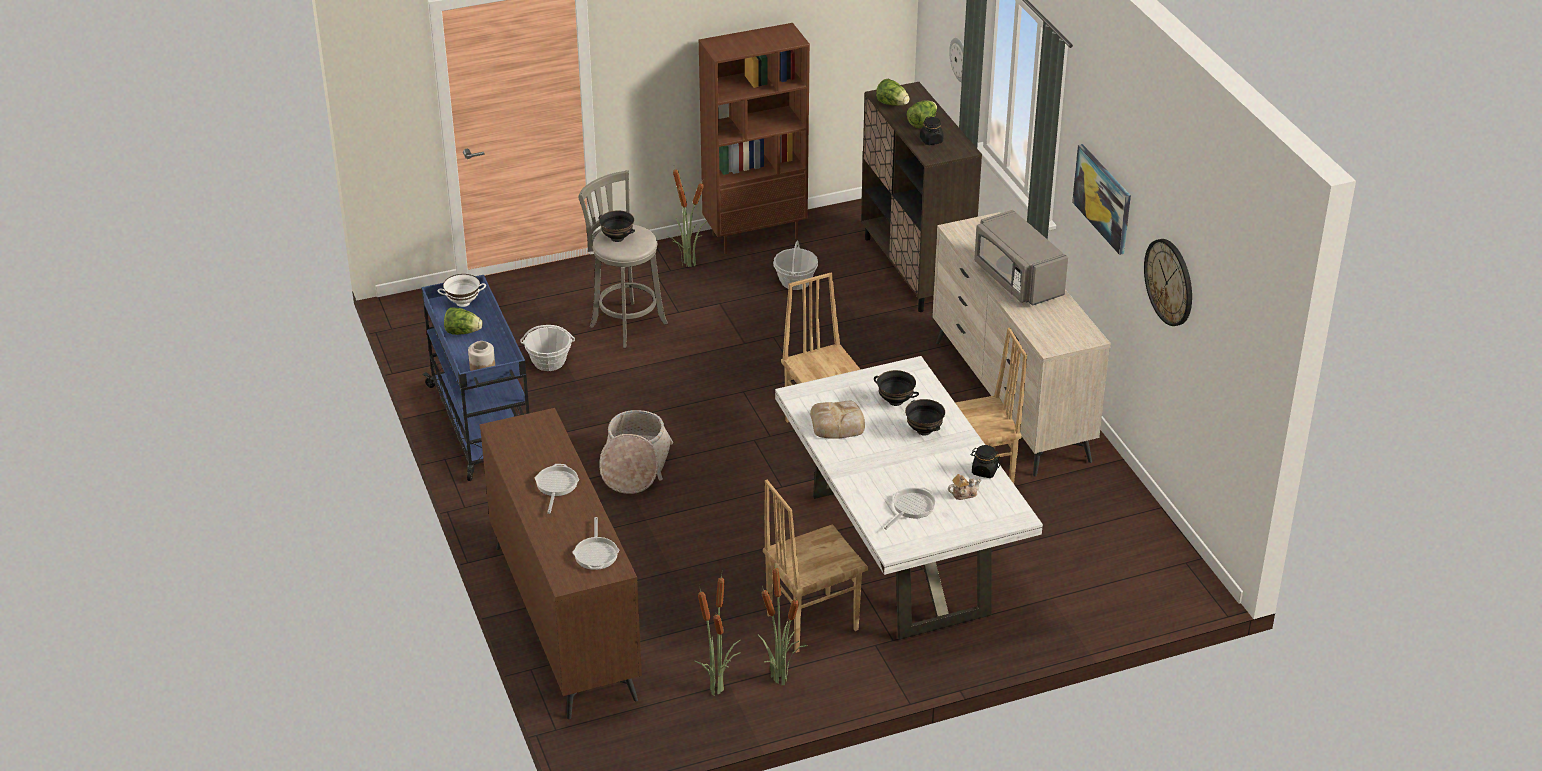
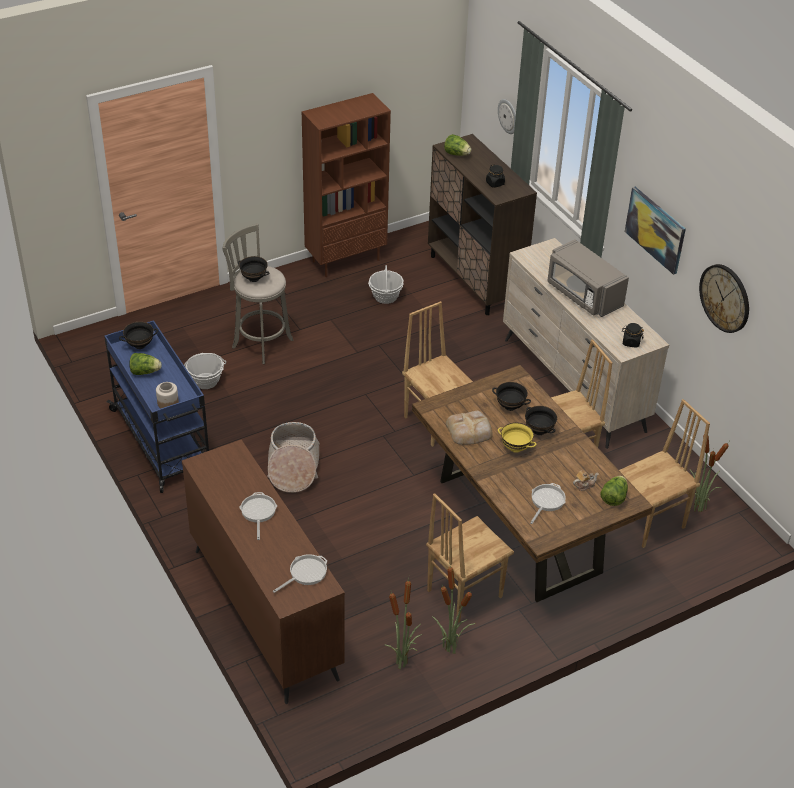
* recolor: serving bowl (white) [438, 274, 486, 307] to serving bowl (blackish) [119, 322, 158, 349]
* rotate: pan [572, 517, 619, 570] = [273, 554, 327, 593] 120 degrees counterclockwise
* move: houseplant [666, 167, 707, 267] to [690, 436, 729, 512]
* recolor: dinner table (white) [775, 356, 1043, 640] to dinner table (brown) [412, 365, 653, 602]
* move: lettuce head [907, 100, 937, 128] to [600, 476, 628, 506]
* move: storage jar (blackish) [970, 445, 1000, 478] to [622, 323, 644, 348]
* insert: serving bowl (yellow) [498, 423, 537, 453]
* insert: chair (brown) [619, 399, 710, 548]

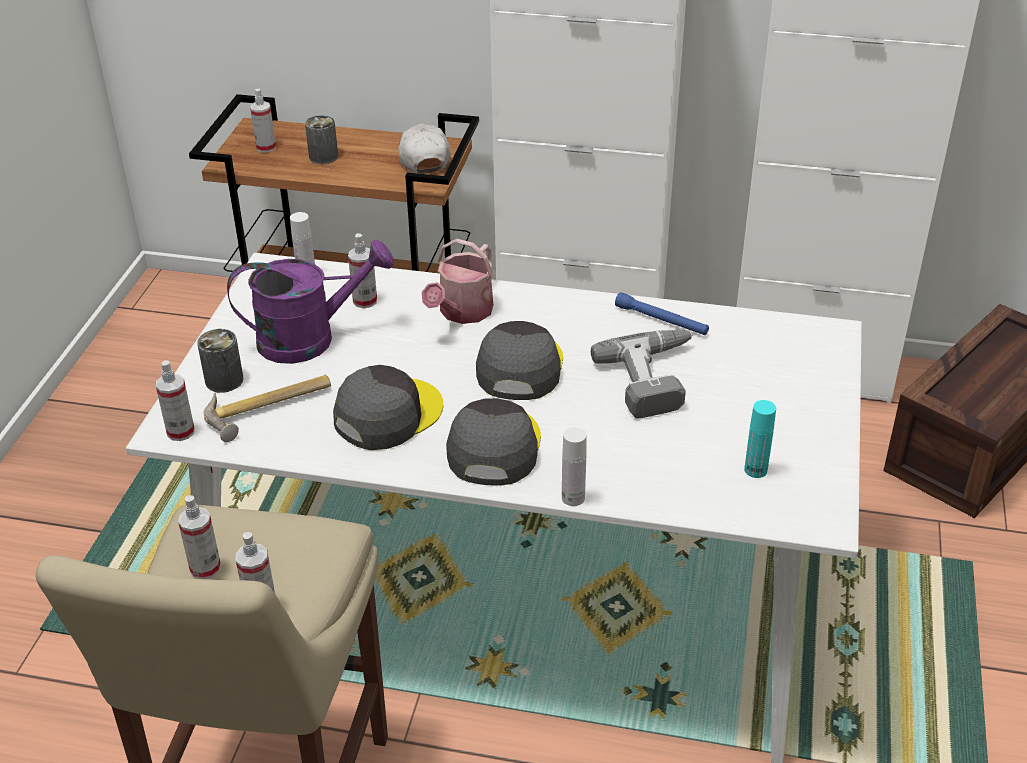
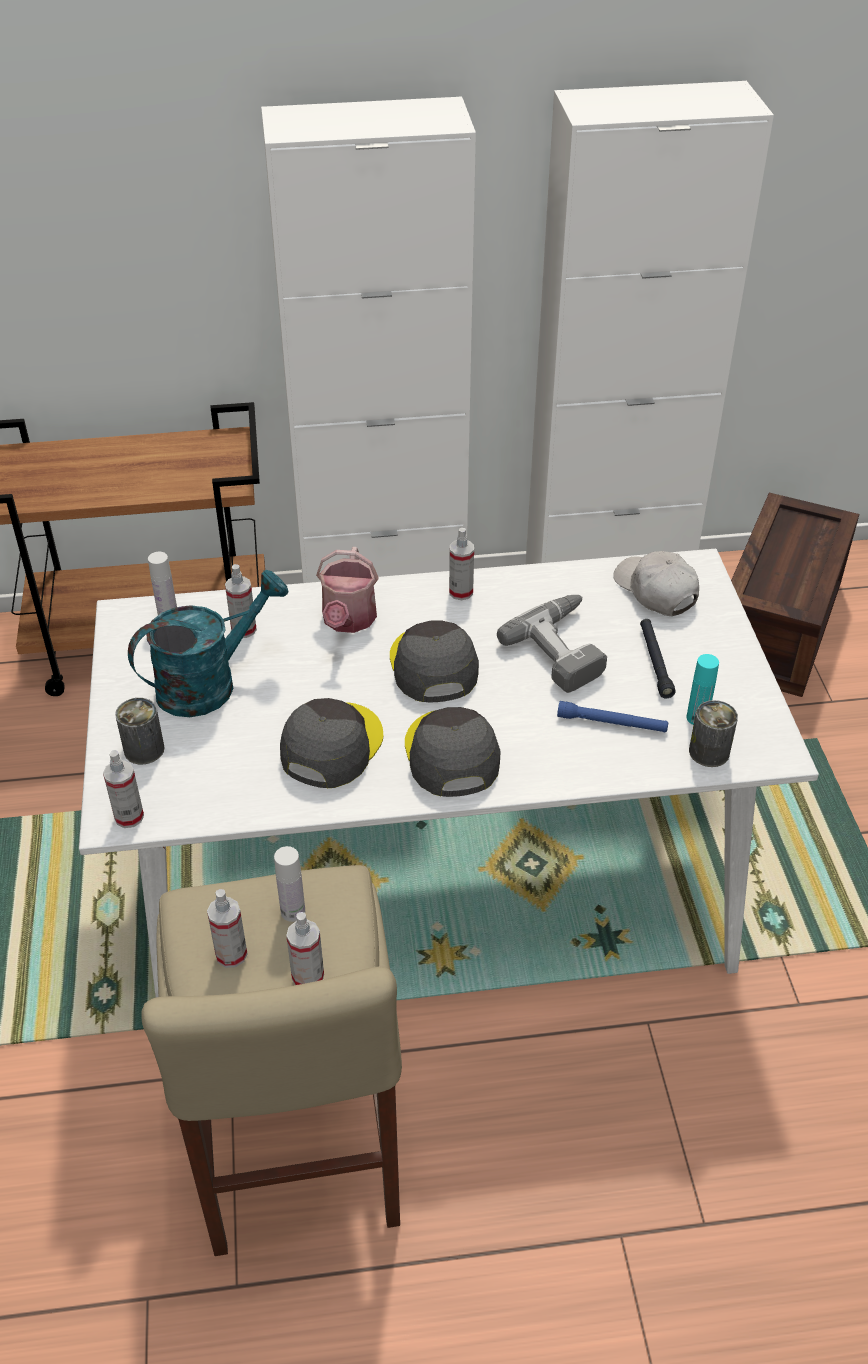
* delete: hand hammer [203, 374, 331, 442]
* recolor: watering can (purple) [227, 240, 394, 364] to watering can (turquoise) [128, 570, 289, 717]
* move: hand sprayer [250, 89, 276, 153] to [449, 528, 474, 600]
* move: metal can [305, 115, 338, 164] to [689, 700, 738, 767]
* move: cap (white) [398, 124, 451, 174] to [613, 551, 699, 616]
* move: drink bottle (white) [562, 427, 586, 506] to [274, 846, 305, 922]
* move: flashlight (blue) [615, 292, 709, 335] to [557, 701, 668, 732]
* insert: flashlight (blackish) [640, 619, 676, 698]

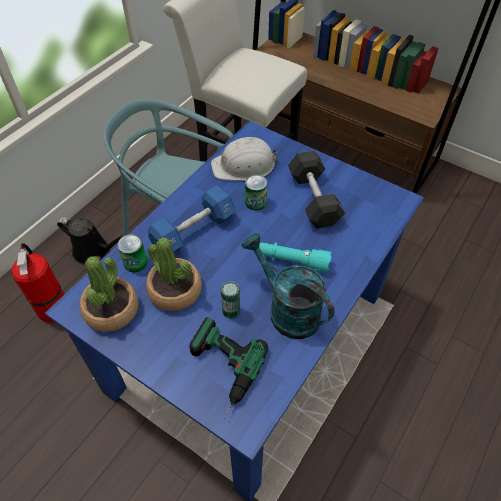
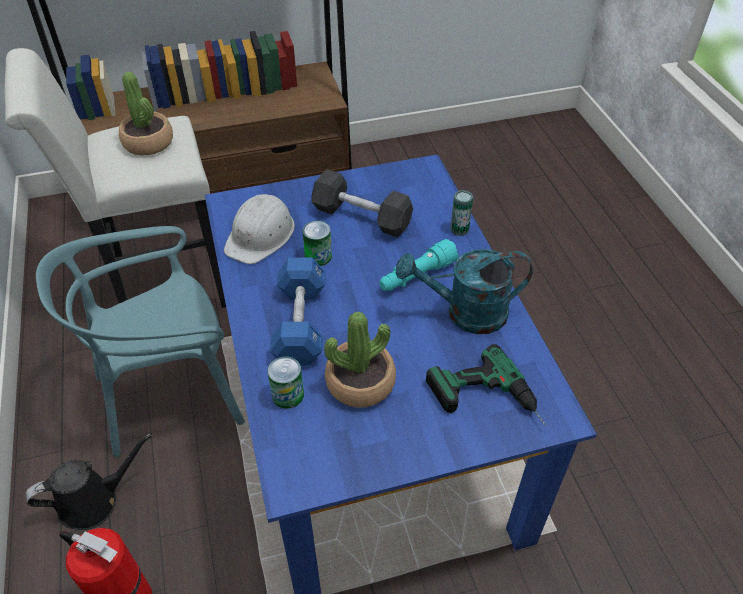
* move: houseplant [80, 256, 139, 332] to [119, 72, 173, 155]
* move: metal can [221, 281, 240, 319] to [450, 190, 473, 236]

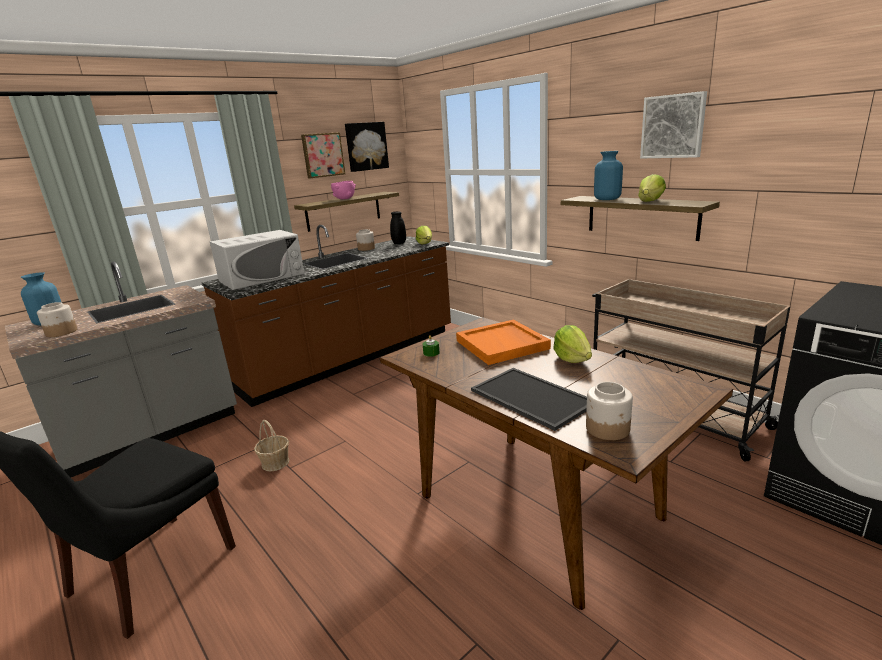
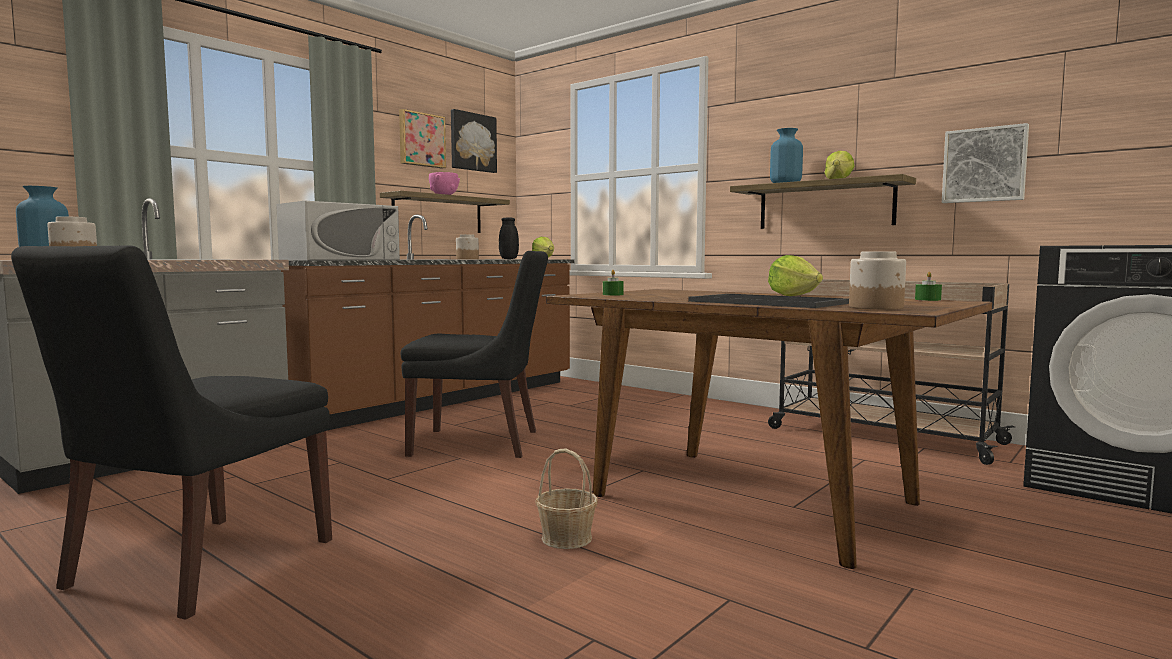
* move: storage basket [254, 420, 289, 471] to [535, 449, 598, 549]
* delete: carrying tray (orange) [456, 320, 551, 365]
* move: wall art [640, 91, 707, 158] to [942, 123, 1029, 203]
* insert: chair (blackish) [401, 251, 548, 458]
* insert: wax light (greenish) [915, 272, 942, 301]

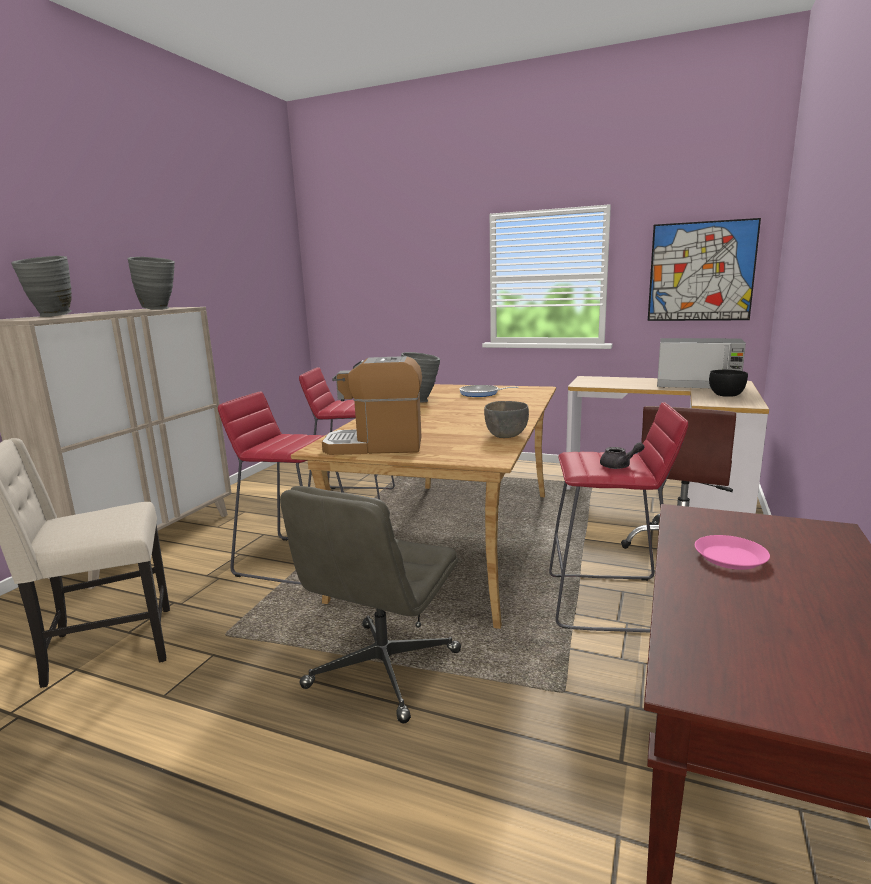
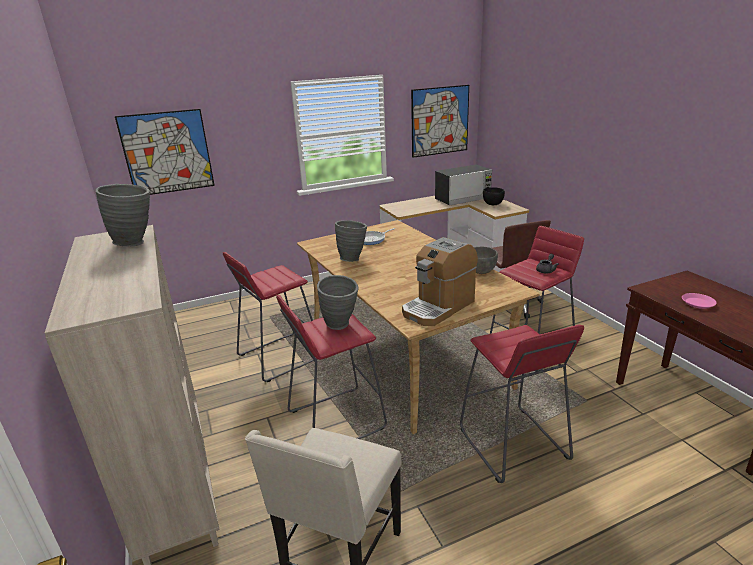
* move: vase (gray) [11, 256, 72, 317] to [317, 275, 359, 330]
* replace: desk chair (gray) [280, 486, 461, 723] to sitting stool (reddish) [460, 325, 584, 483]
* insert: wall art [115, 109, 215, 195]

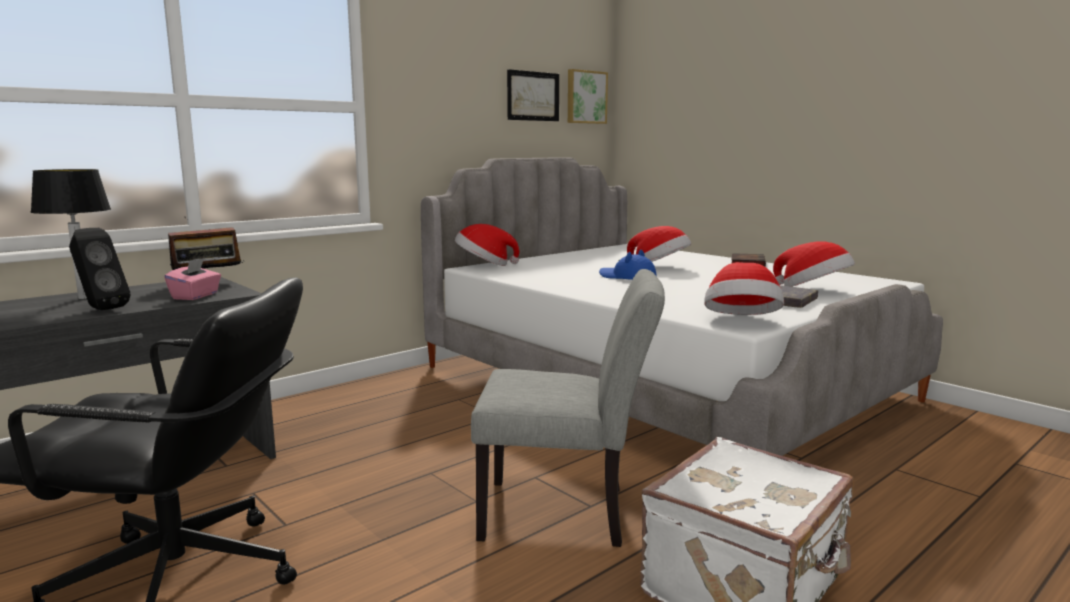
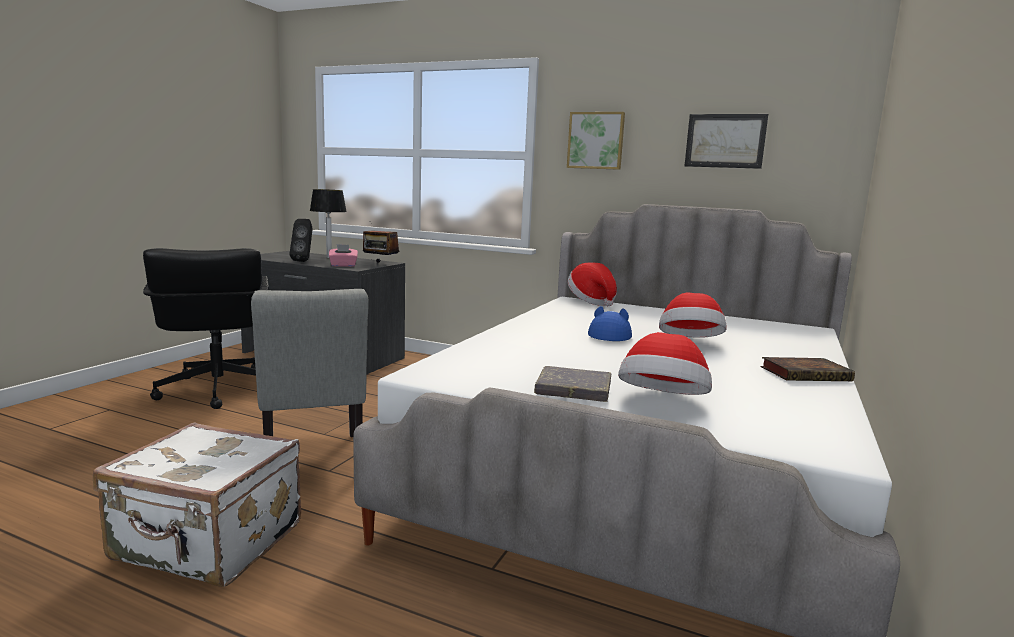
* move: wall art [568, 69, 608, 124] to [567, 112, 625, 170]
* delete: hat [704, 262, 784, 315]

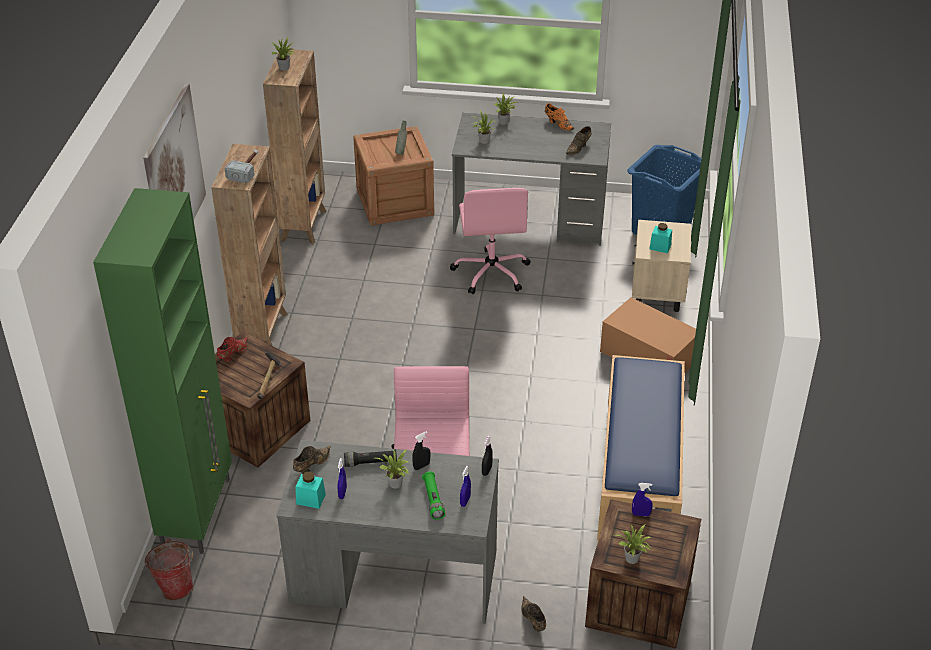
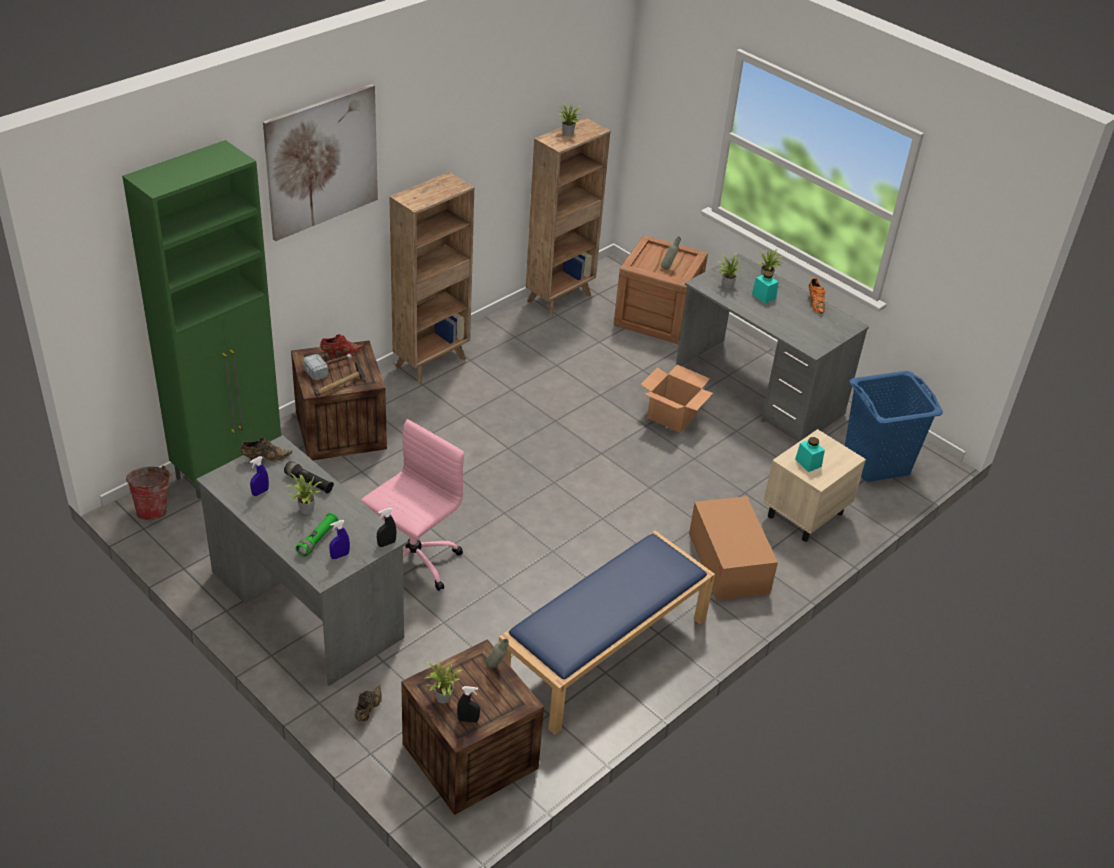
* move: hand hammer [225, 150, 258, 183] to [304, 354, 352, 380]
* move: storage jar (turquoise) [295, 471, 326, 509] to [752, 271, 779, 303]
* move: hand sprayer (blackish) [412, 431, 431, 470] to [457, 686, 480, 722]
* replace: desk chair (pinkish) [450, 188, 531, 294] to carton [641, 365, 713, 433]
* delete: shoe (brown) [566, 126, 592, 155]
* replace: hand sprayer (blue) [632, 483, 653, 517] to drink bottle (gray) [486, 639, 509, 668]

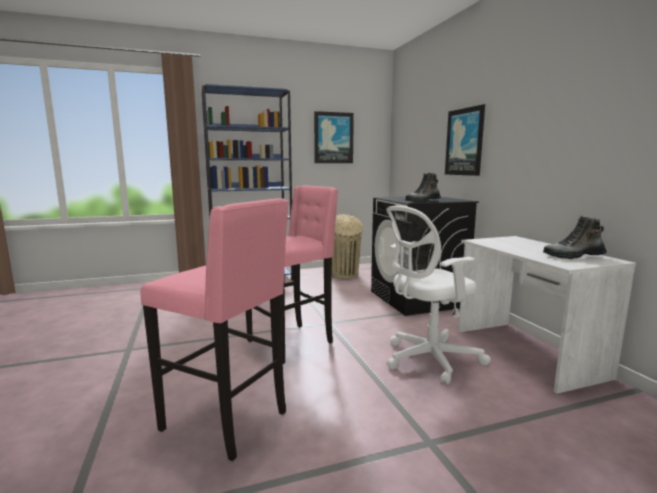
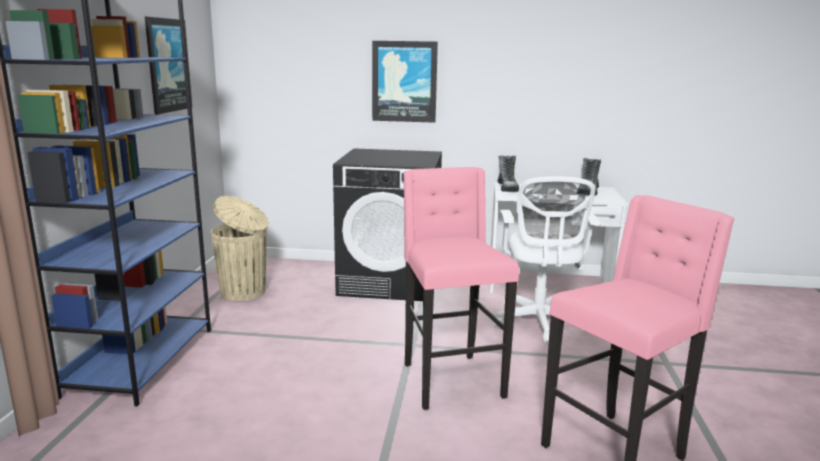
* move: high-top boot [405, 173, 441, 203] to [498, 156, 519, 192]

